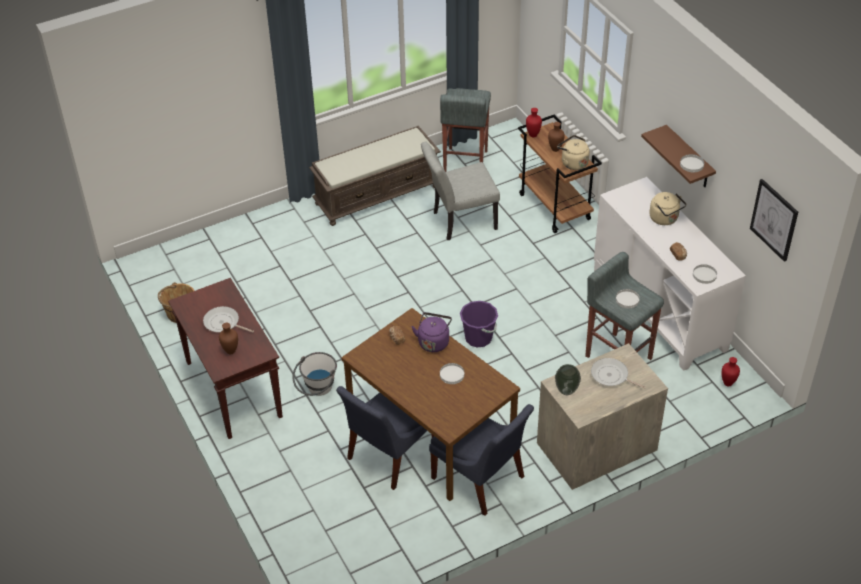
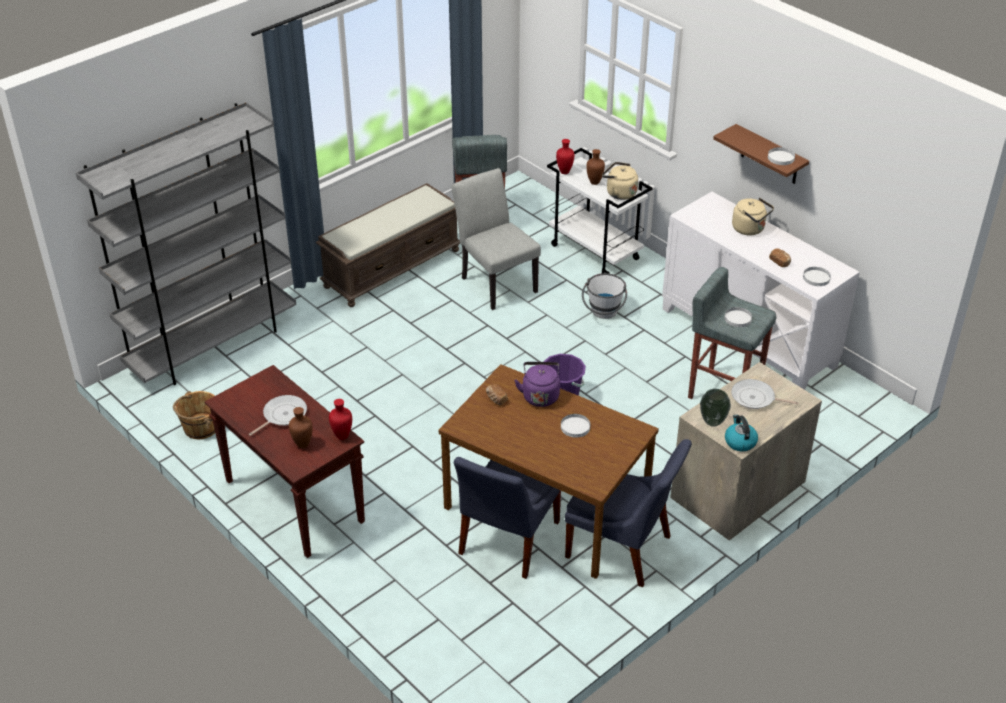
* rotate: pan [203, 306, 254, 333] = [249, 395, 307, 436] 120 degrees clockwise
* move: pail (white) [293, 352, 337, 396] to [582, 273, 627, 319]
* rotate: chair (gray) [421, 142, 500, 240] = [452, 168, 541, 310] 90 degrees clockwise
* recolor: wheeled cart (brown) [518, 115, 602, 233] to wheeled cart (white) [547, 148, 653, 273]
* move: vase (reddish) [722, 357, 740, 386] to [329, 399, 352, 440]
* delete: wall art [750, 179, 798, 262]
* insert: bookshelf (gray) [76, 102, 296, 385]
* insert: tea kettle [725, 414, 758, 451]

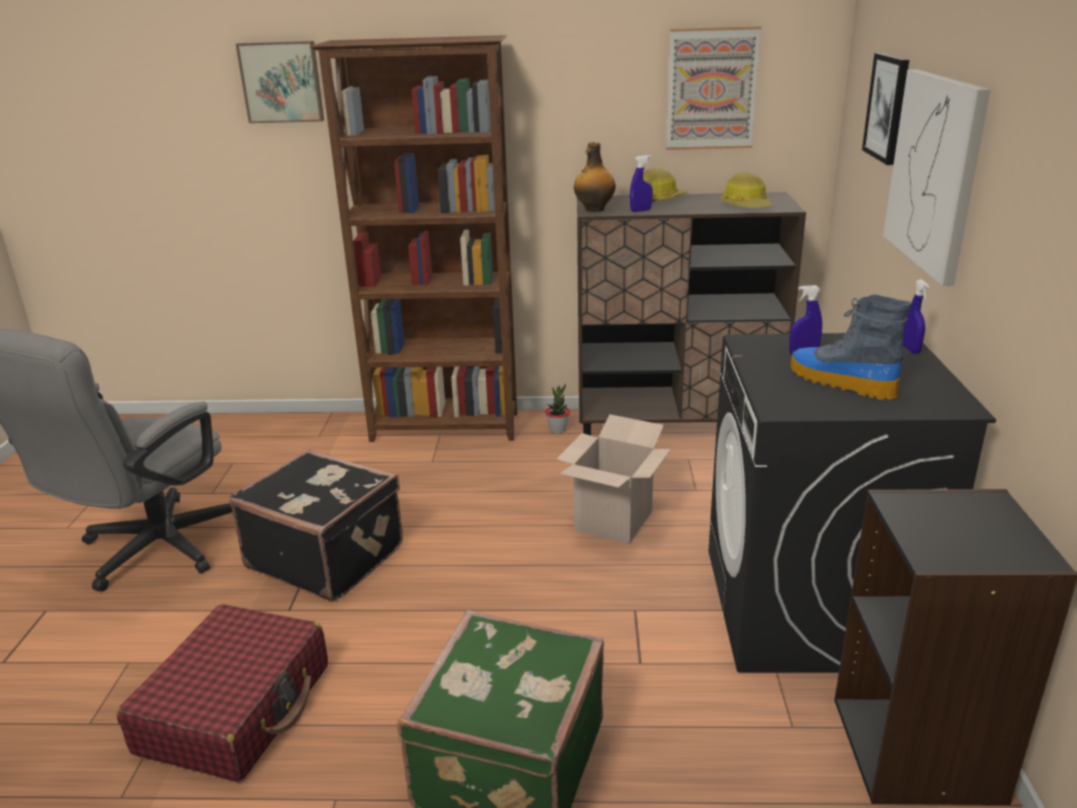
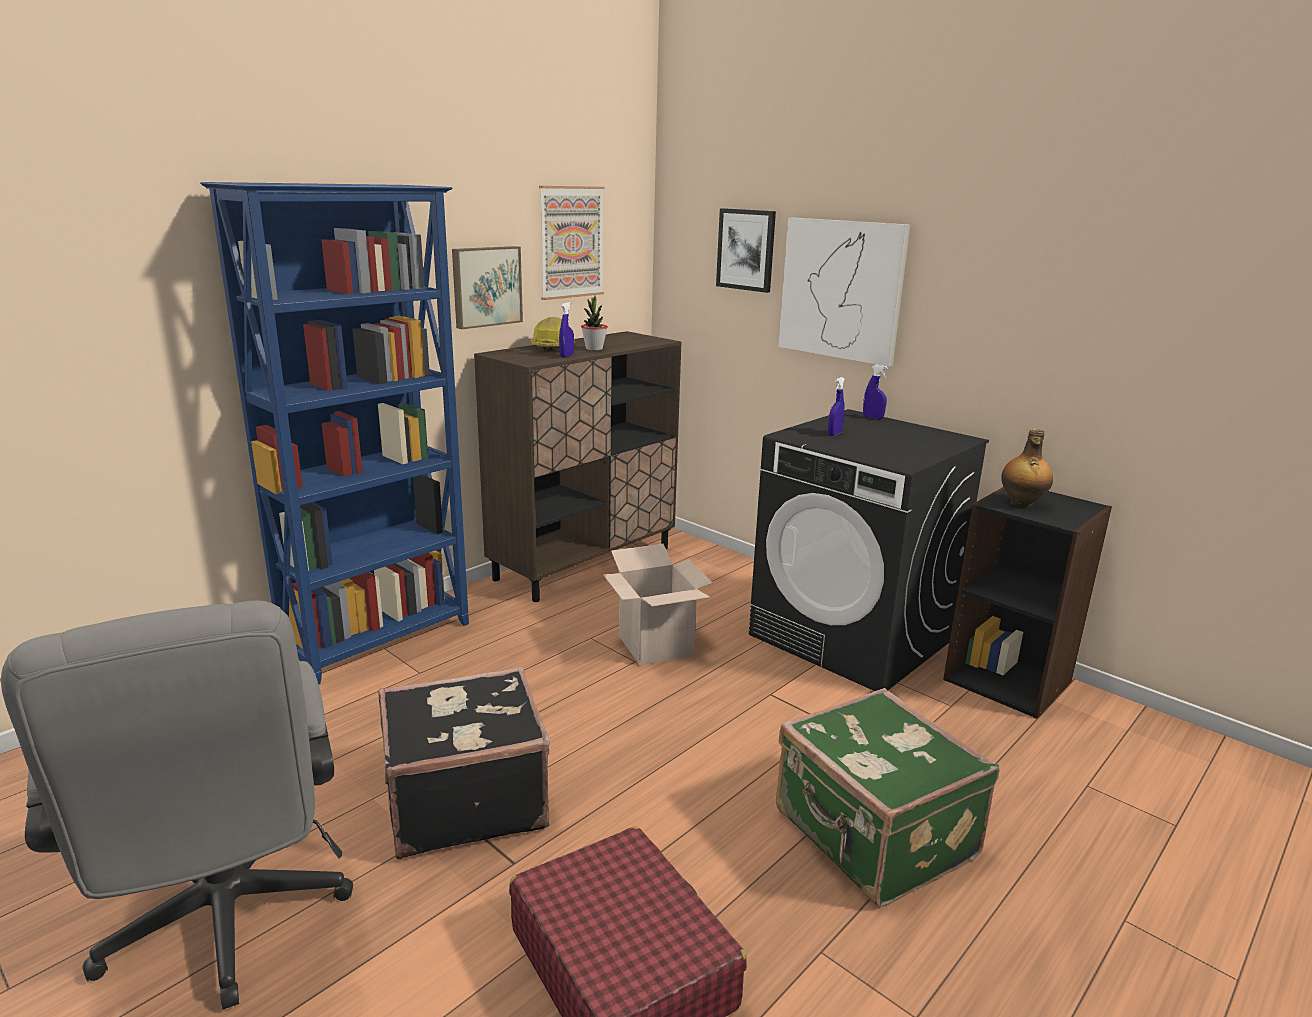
* move: wall art [236, 41, 324, 123] to [452, 246, 523, 329]
* recolor: bookshelf (brown) [310, 35, 517, 442] to bookshelf (blue) [200, 182, 469, 685]
* move: houseplant [545, 384, 570, 434] to [581, 295, 608, 351]
* move: drink bottle [574, 142, 616, 212] to [1001, 429, 1053, 507]
* delete: safety helmet [720, 172, 773, 208]
* delete: high-top boot [790, 295, 912, 400]

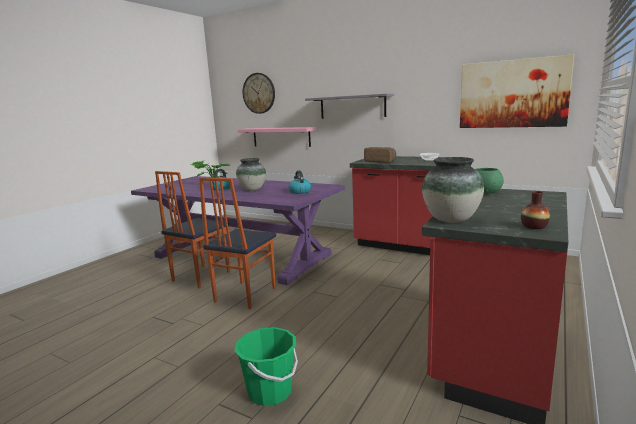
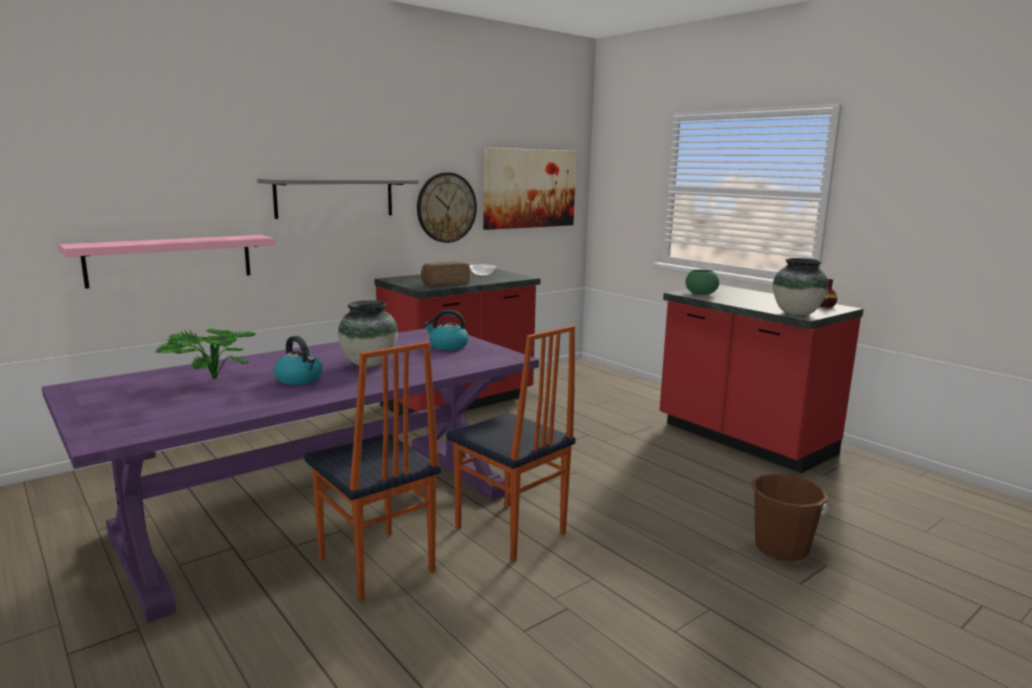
* recolor: pail (greenish) [235, 327, 298, 406] to pail (brown) [752, 474, 829, 561]
* move: wall clock [243, 73, 275, 114] to [417, 172, 477, 243]

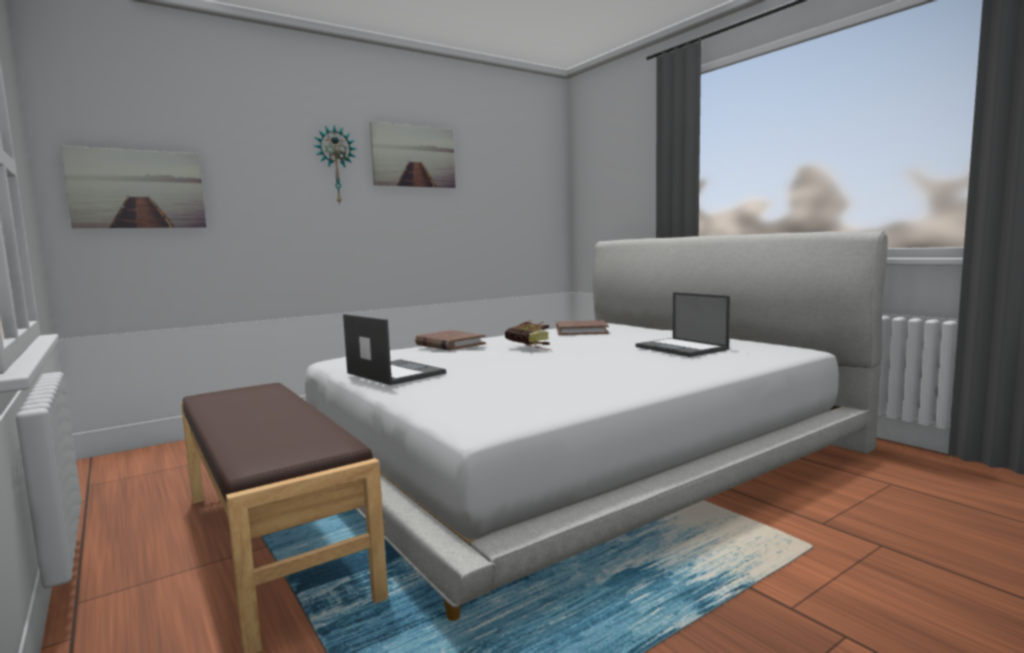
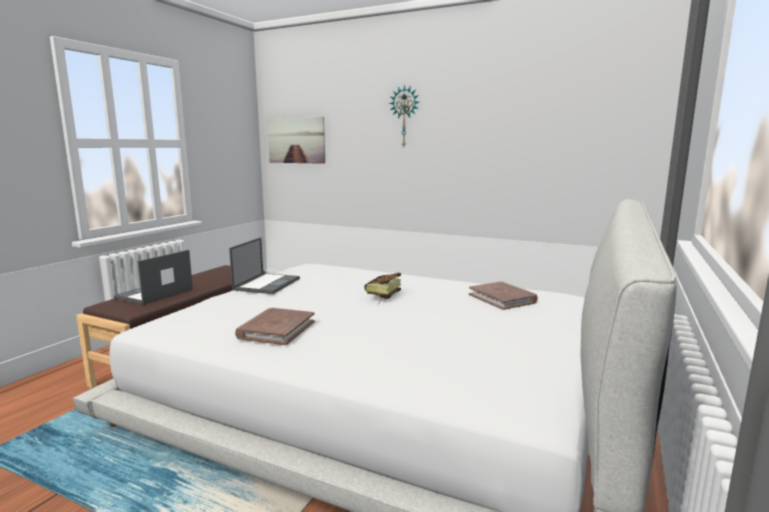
* delete: wall art [370, 121, 456, 188]
* move: volume (brown) [415, 330, 486, 350] to [235, 308, 315, 345]
* move: portable computer [636, 292, 730, 357] to [114, 250, 193, 305]

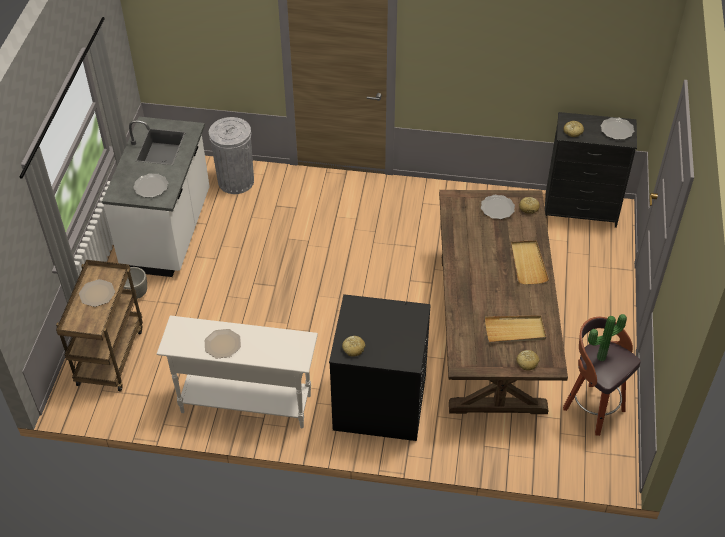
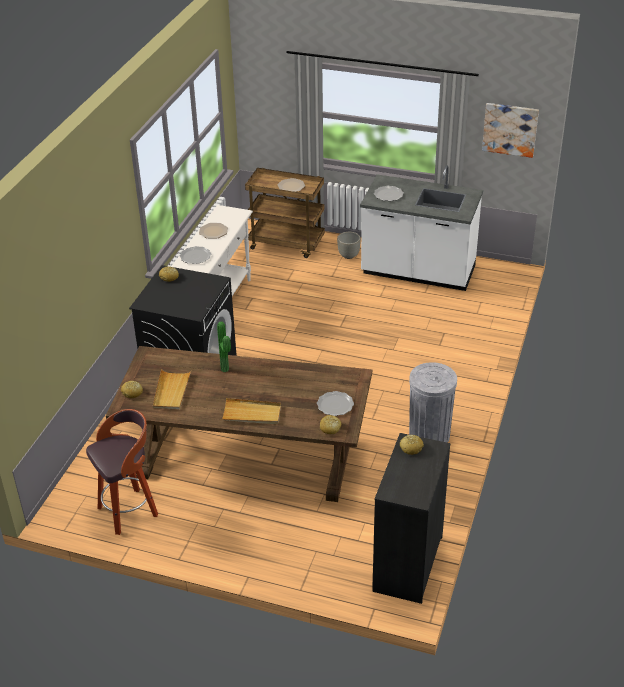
* move: waste bin (gray) [209, 117, 254, 194] to [409, 362, 457, 443]
* move: houseplant [588, 314, 627, 361] to [217, 322, 231, 372]
* move: plate [601, 117, 634, 140] to [180, 246, 211, 264]
* insert: wall art [482, 103, 539, 158]

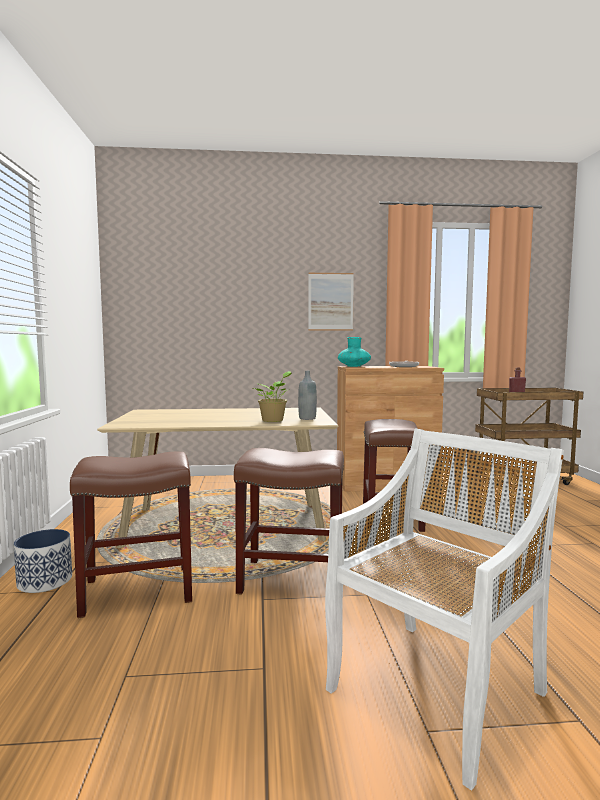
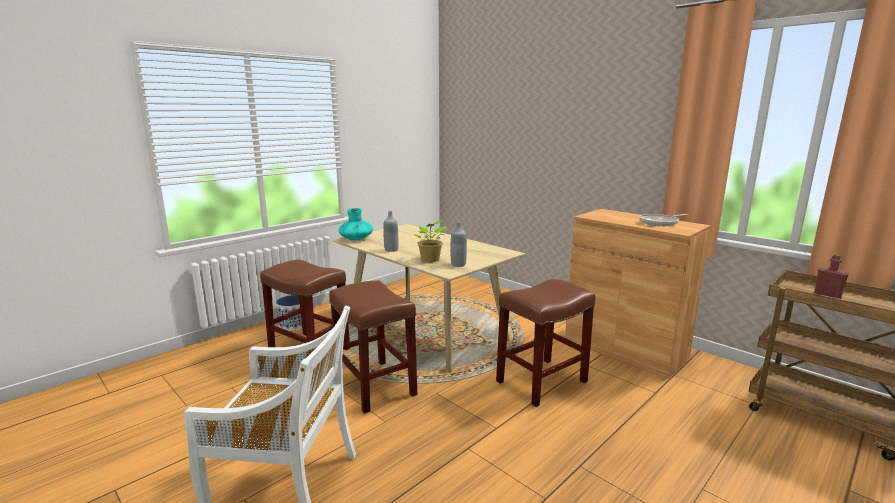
* delete: wall art [308, 273, 354, 331]
* move: vase (turquoise) [338, 337, 371, 367] to [338, 208, 373, 241]
* insert: drink bottle (gray) [383, 211, 398, 252]

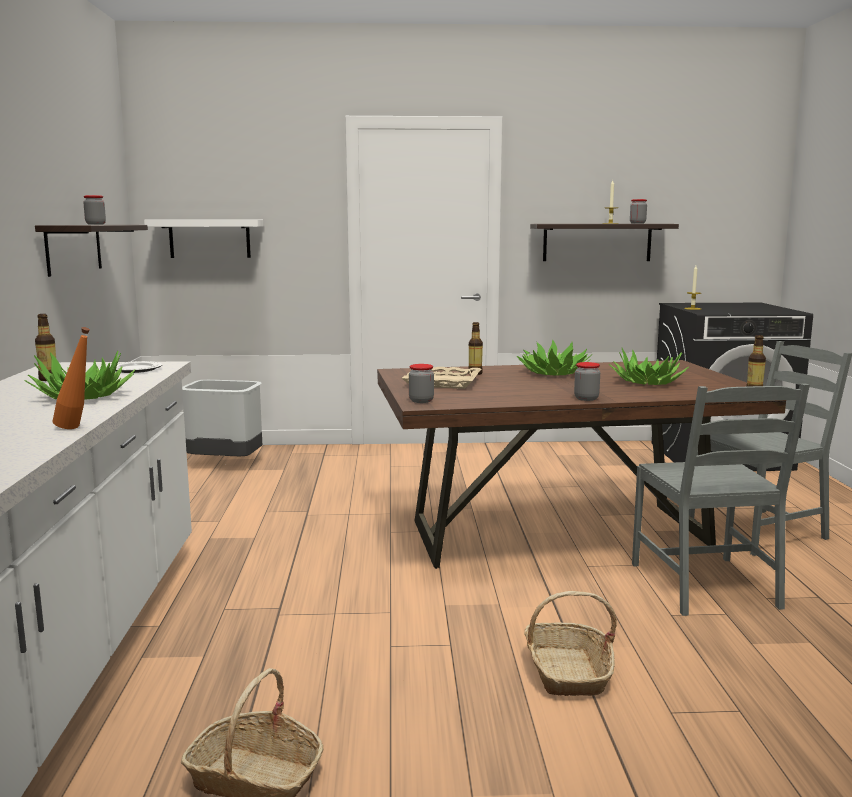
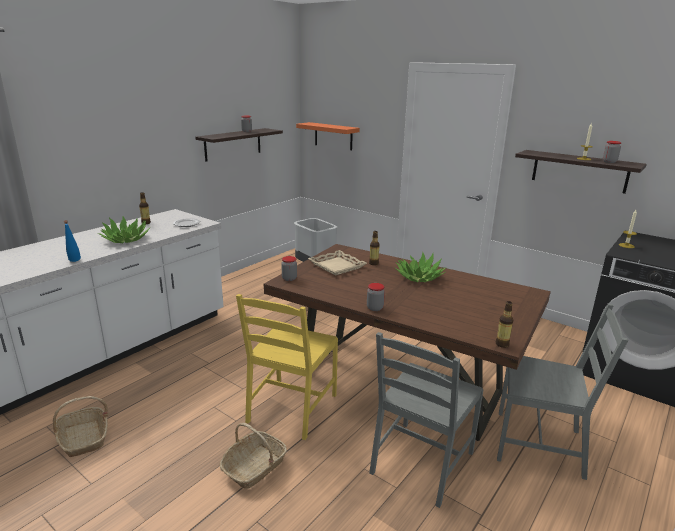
* recolor: drink bottle (orange) [52, 327, 90, 429] to drink bottle (blue) [64, 220, 81, 262]
* recolor: shelf (white) [144, 219, 263, 258] to shelf (orange) [296, 122, 360, 150]
* delete: houseplant [609, 348, 689, 385]
* insert: chair (yellow) [236, 294, 338, 440]

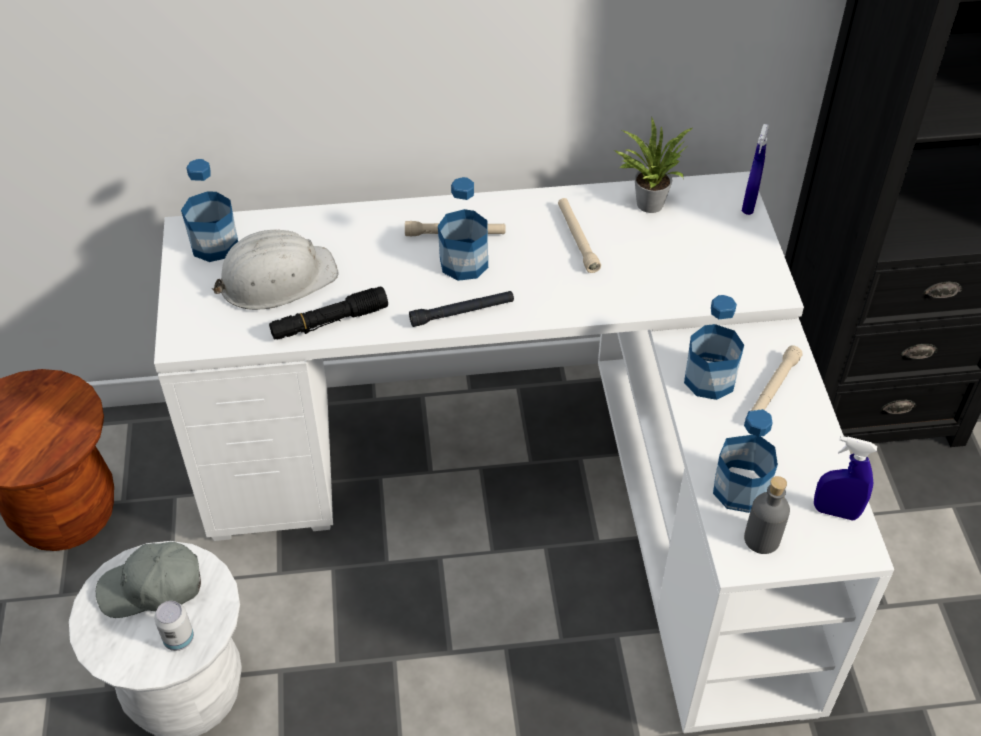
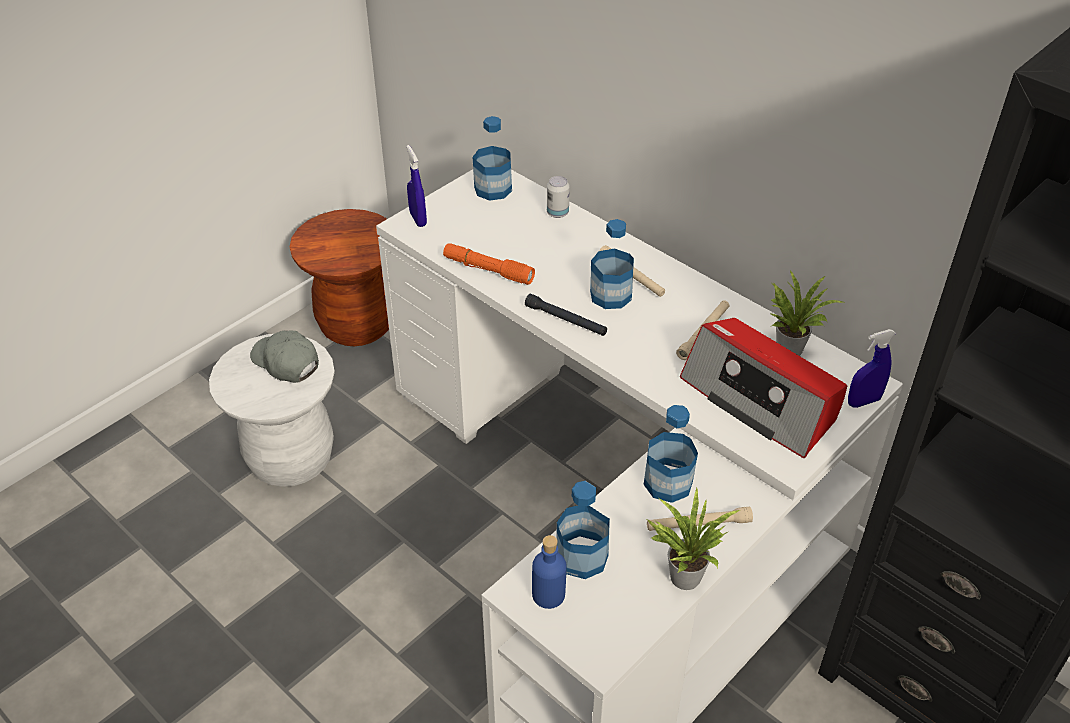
* move: metal can [154, 601, 194, 651] to [547, 176, 570, 218]
* delete: safety helmet (white) [212, 230, 338, 310]
* recolor: flashlight (blackish) [269, 287, 388, 340] to flashlight (orange) [443, 243, 535, 285]
* recolor: drink bottle (gray) [744, 476, 790, 554] to drink bottle (blue) [532, 535, 567, 609]
* move: hand sprayer (blue) [814, 436, 877, 521] to [407, 145, 427, 227]
* insert: houseplant [647, 488, 739, 590]
* insert: radio set [680, 318, 847, 458]

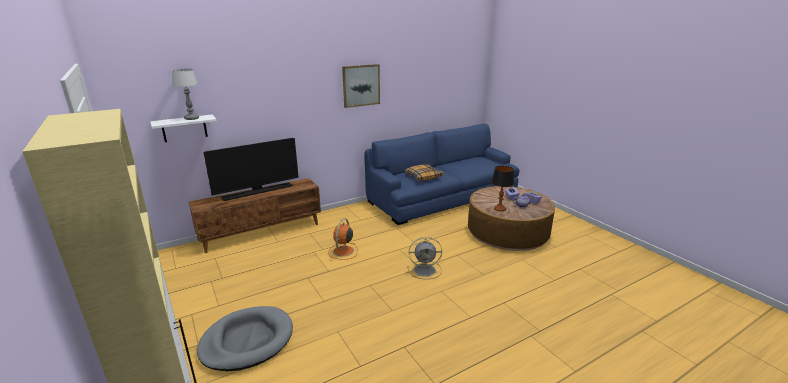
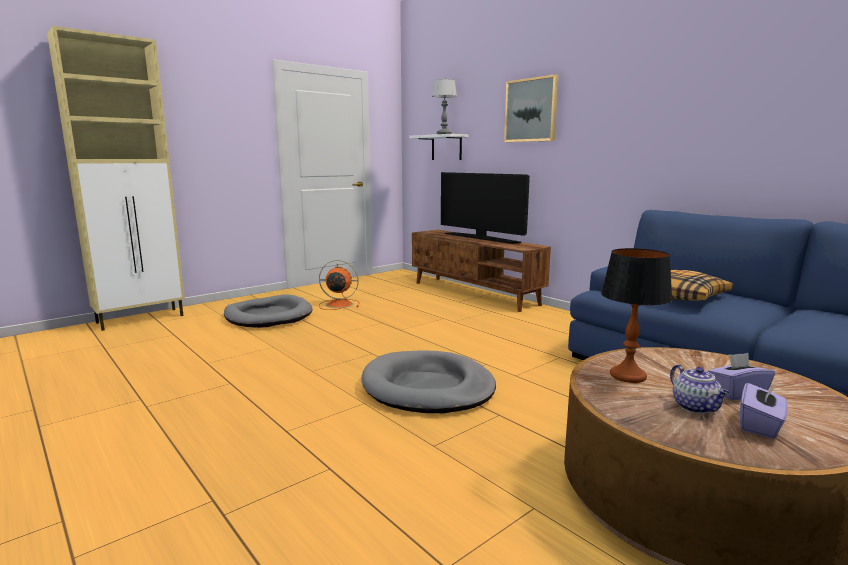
* move: cooling fan (orange) [328, 219, 358, 260] to [319, 260, 359, 310]
* move: wall art [342, 64, 380, 108] to [504, 74, 558, 142]
* replace: cooling fan (gray) [407, 237, 442, 279] to pet bed (gray) [361, 350, 496, 413]

